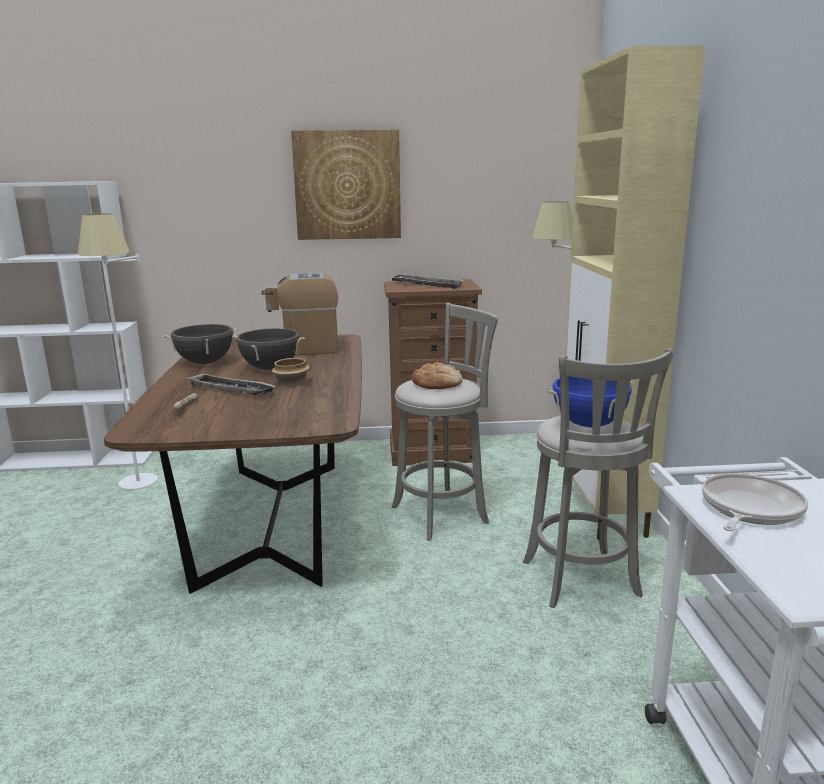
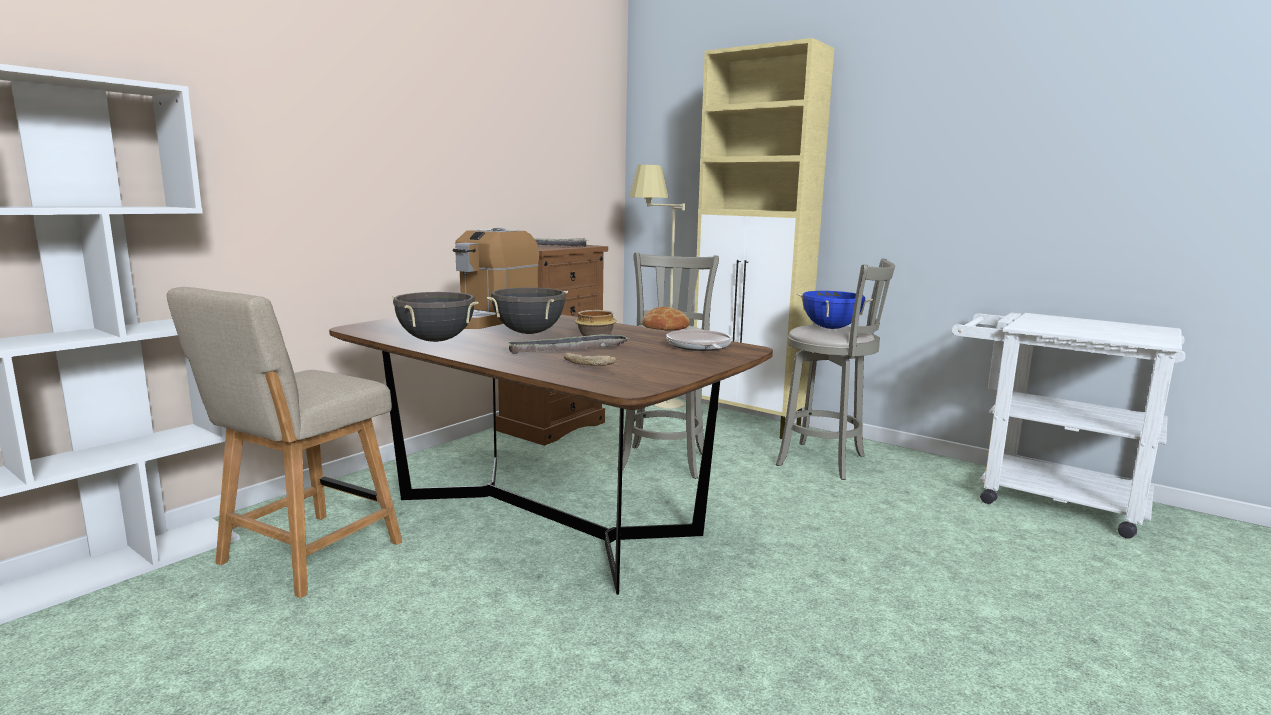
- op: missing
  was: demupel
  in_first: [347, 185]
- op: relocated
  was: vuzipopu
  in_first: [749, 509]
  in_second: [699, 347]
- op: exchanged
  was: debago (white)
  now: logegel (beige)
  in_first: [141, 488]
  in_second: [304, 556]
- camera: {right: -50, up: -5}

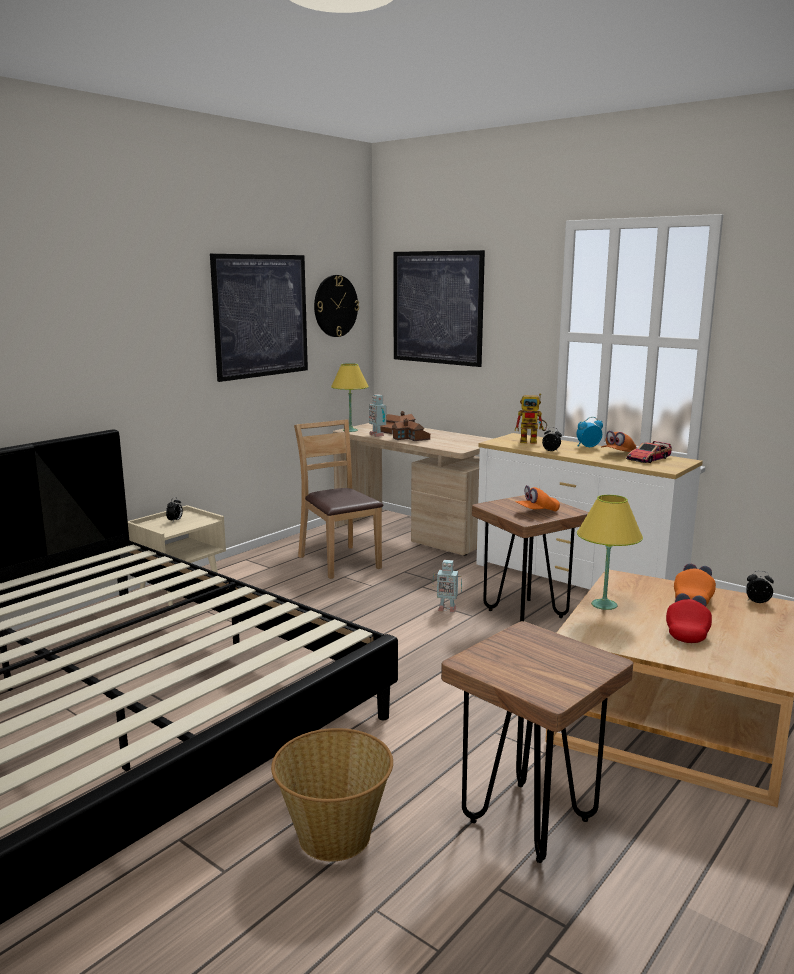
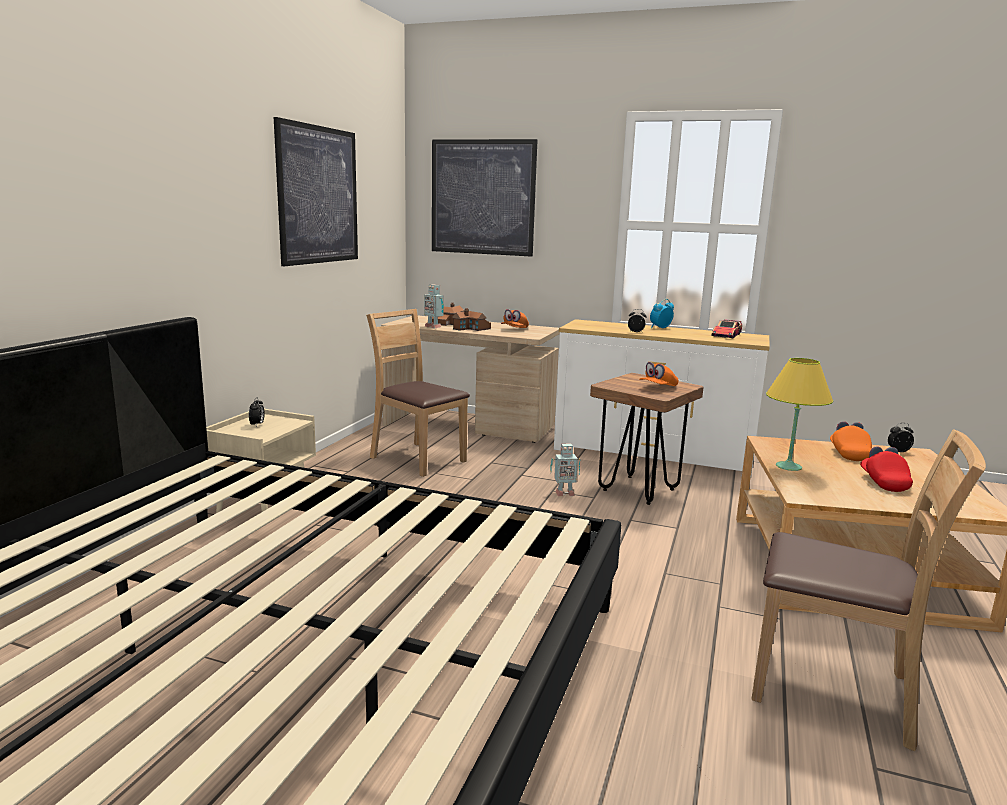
- op: missing
  was: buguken
  in_first: [334, 834]
- op: missing
  was: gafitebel
  in_first: [335, 306]
- op: missing
  was: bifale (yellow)
  in_first: [350, 430]
- op: missing
  was: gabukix
  in_first: [532, 441]
- op: relocated
  was: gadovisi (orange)
  in_first: [618, 454]
  in_second: [514, 329]
- op: exchanged
  was: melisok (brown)
  now: logegel (brown)
  in_first: [529, 821]
  in_second: [833, 690]
- camera: {right: -20, up: 0}

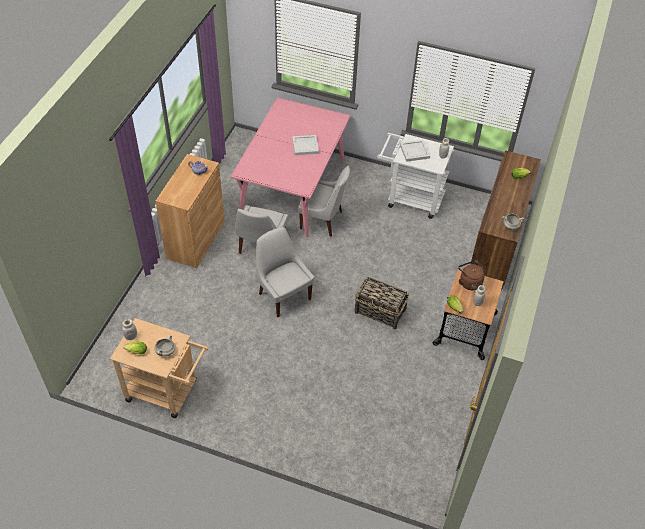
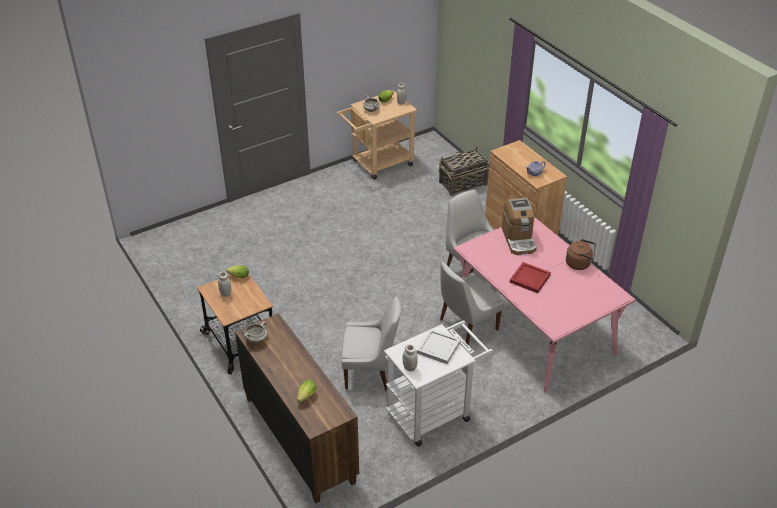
- op: appeared
  now: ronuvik
  in_second: [518, 239]
- op: relocated
  was: logegel (white)
  in_first: [283, 295]
  in_second: [371, 372]
- op: relocated
  was: buguken
  in_first: [380, 311]
  in_second: [462, 183]
- op: relocated
  was: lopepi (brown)
  in_first: [469, 282]
  in_second: [579, 263]
- op: colour
  was: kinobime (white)
  now: kinobime (red)
  in_first: [305, 146]
  in_second: [530, 278]
- camera: {right: 130, up: -10}

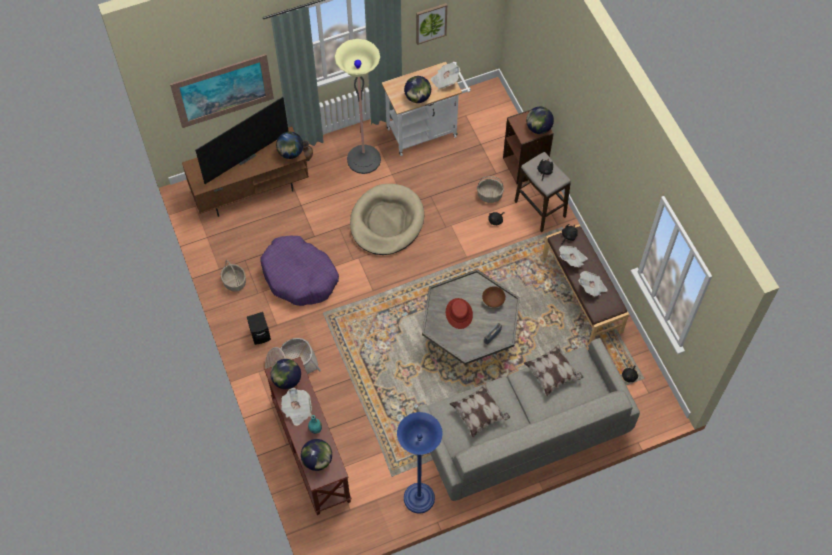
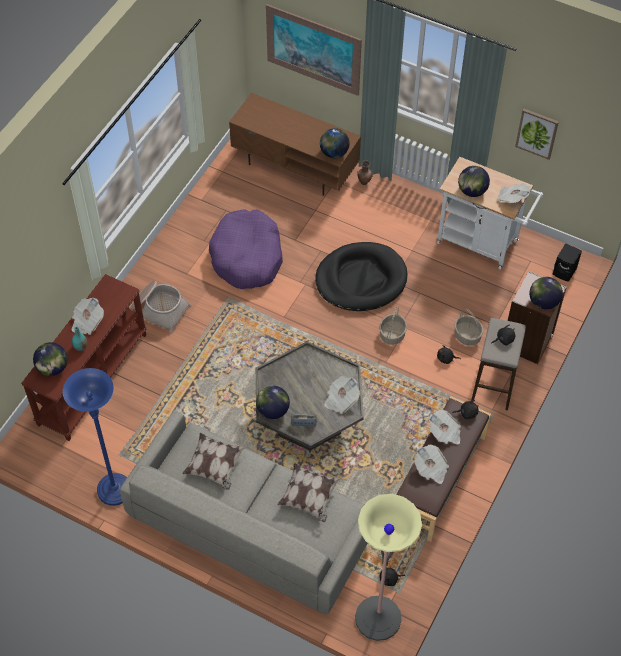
- op: missing
  was: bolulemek
  in_first: [244, 156]
- op: missing
  was: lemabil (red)
  in_first: [459, 313]
- op: relocated
  was: buguken
  in_first: [234, 282]
  in_second: [392, 334]
- op: relocated
  was: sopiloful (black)
  in_first: [261, 334]
  in_second: [565, 272]
- op: relocated
  was: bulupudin
  in_first: [287, 380]
  in_second: [273, 410]
- op: relocated
  was: debago
  in_first: [364, 159]
  in_second: [378, 618]
- op: exchanged
  was: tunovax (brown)
  now: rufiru
  in_first: [493, 300]
  in_second: [341, 400]
- op: colour
  was: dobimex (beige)
  now: dobimex (black)
  in_first: [387, 222]
  in_second: [361, 279]
- camera: {right: 50, up: -5}

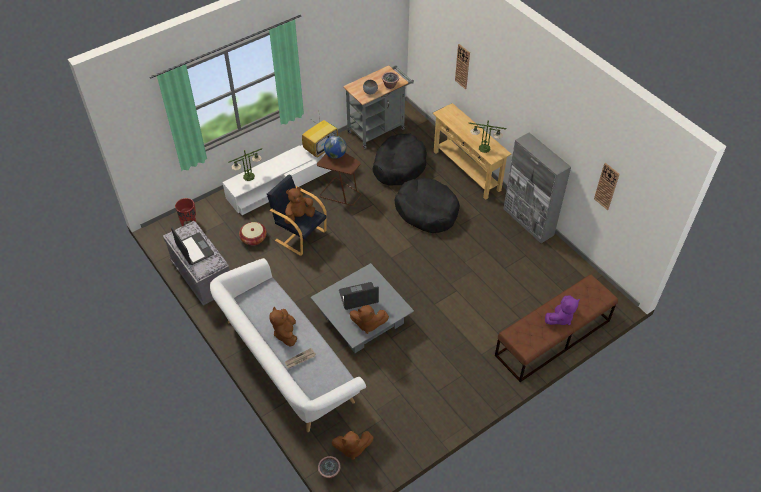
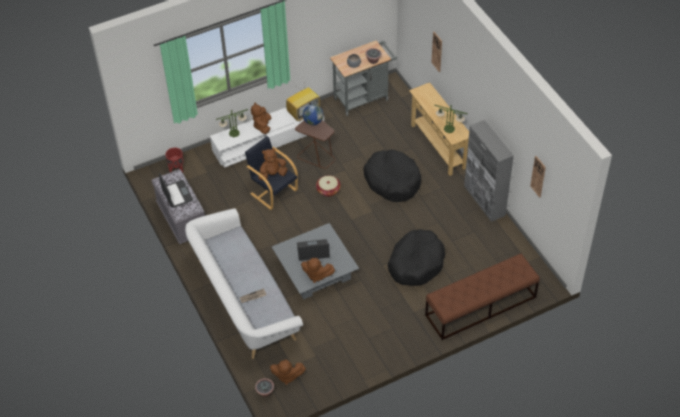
- op: missing
  was: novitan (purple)
  in_first: [560, 318]
- op: relocated
  was: buguken
  in_first: [253, 238]
  in_second: [328, 190]
- op: relocated
  was: novitan (brown)
  in_first: [285, 333]
  in_second: [262, 126]
- op: relocated
  was: dobimex (black)
  in_first: [399, 166]
  in_second: [416, 263]
- camera: {right: 10, up: 0}

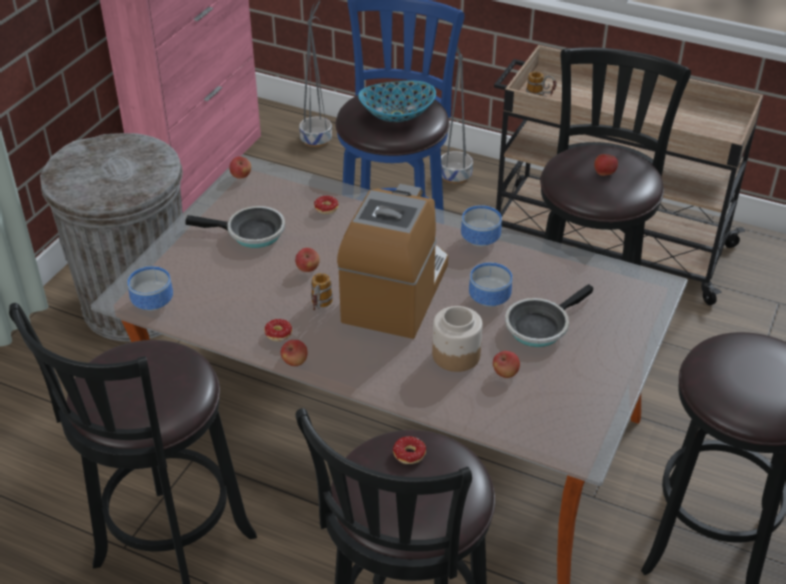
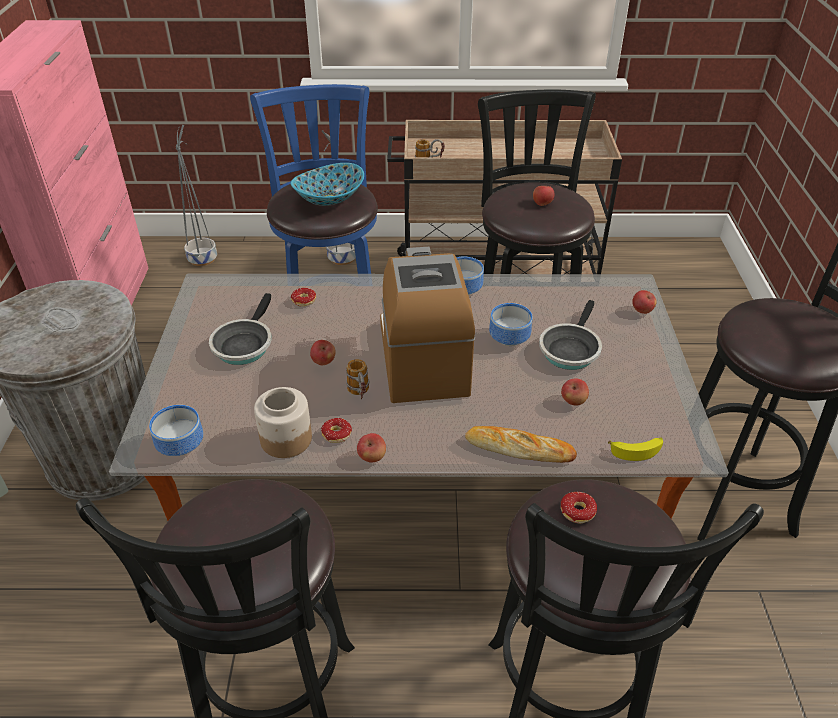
- op: appeared
  now: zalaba
  in_second: [519, 448]
- op: appeared
  now: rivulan
  in_second: [637, 450]
- op: relocated
  was: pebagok
  in_first: [241, 176]
  in_second: [642, 311]
- op: relocated
  was: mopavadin
  in_first: [455, 355]
  in_second: [285, 439]
- op: spun
  was: vuzipopu
  in_first: [251, 233]
  in_second: [244, 344]
  clockwise: 120
- camera: {right: -25, up: 0}

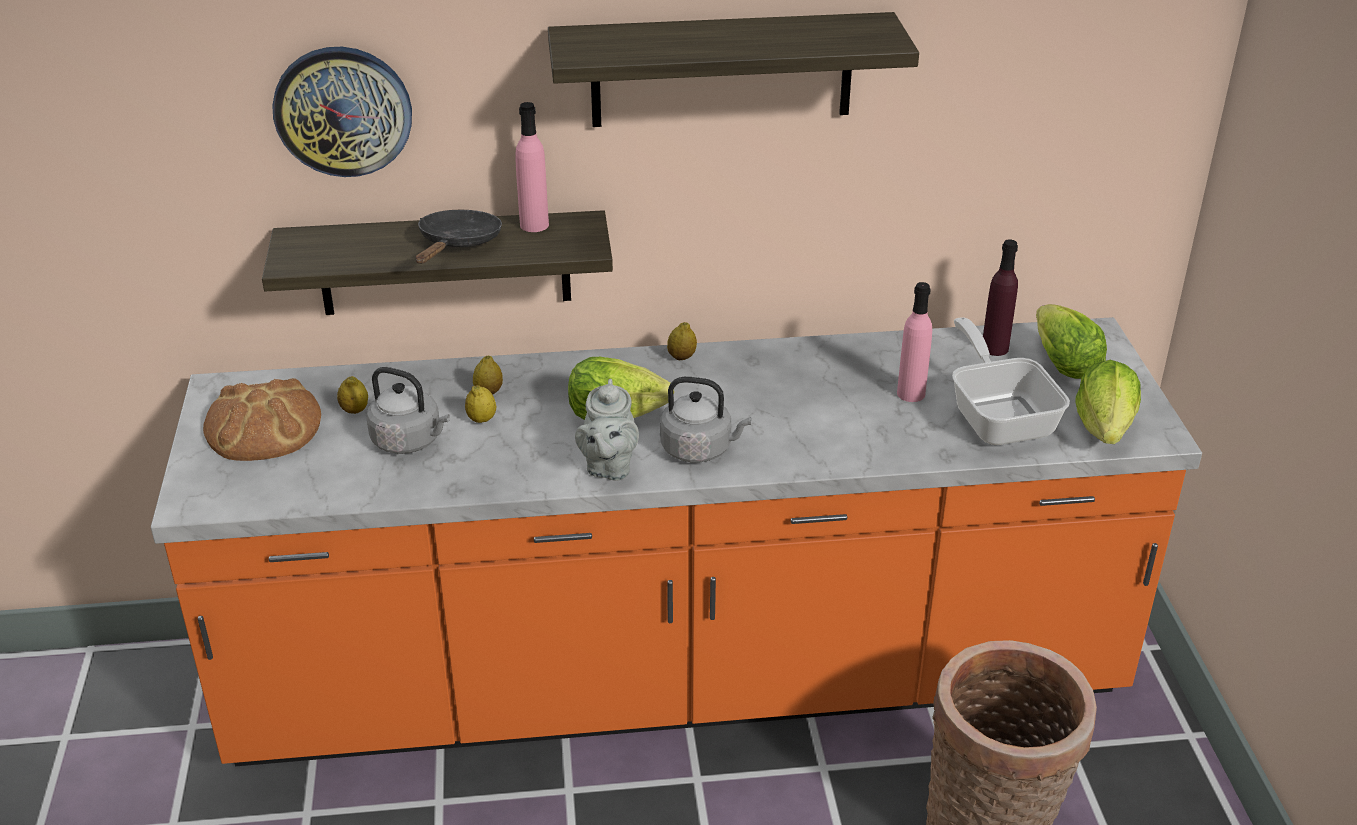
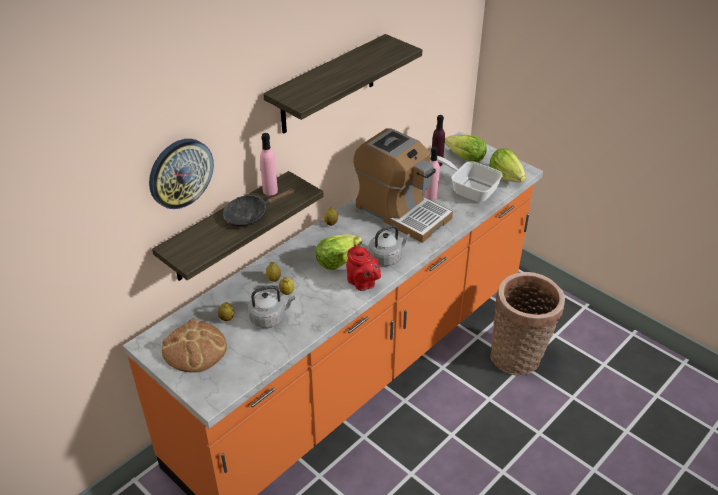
- op: appeared
  now: ronuvik
  in_second: [401, 212]
- op: colour
  was: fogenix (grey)
  now: fogenix (red)
  in_first: [608, 467]
  in_second: [363, 284]
- op: spun
  was: vuzipopu (black)
  in_first: [457, 244]
  in_second: [250, 215]
  clockwise: -90
- camera: {right: -40, up: 5}

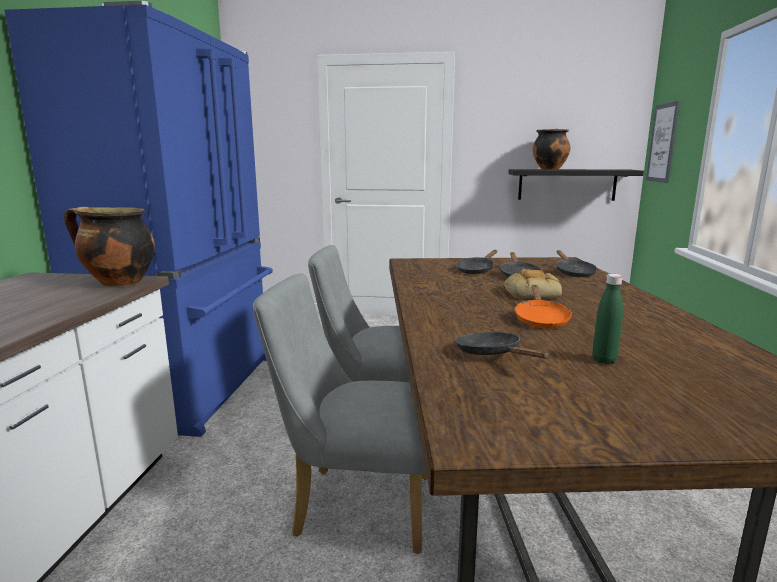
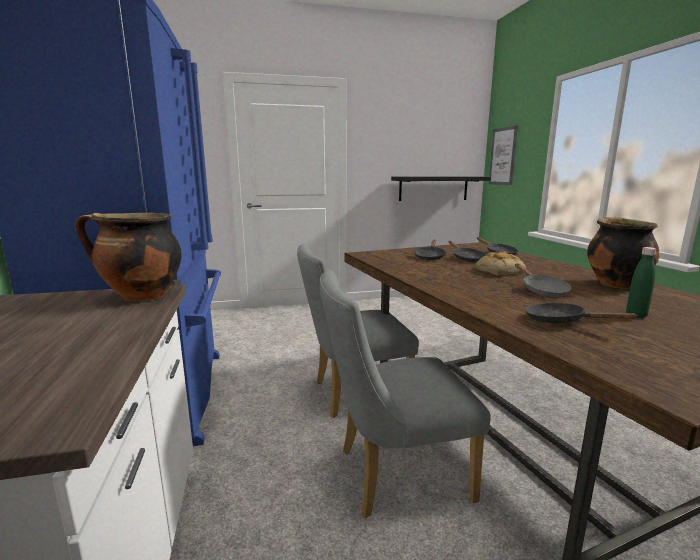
- op: relocated
  was: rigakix
  in_first: [549, 169]
  in_second: [614, 284]
- op: colour
  was: vuzipopu (orange)
  now: vuzipopu (grey)
  in_first: [540, 319]
  in_second: [542, 290]
- camera: {right: -20, up: 0}

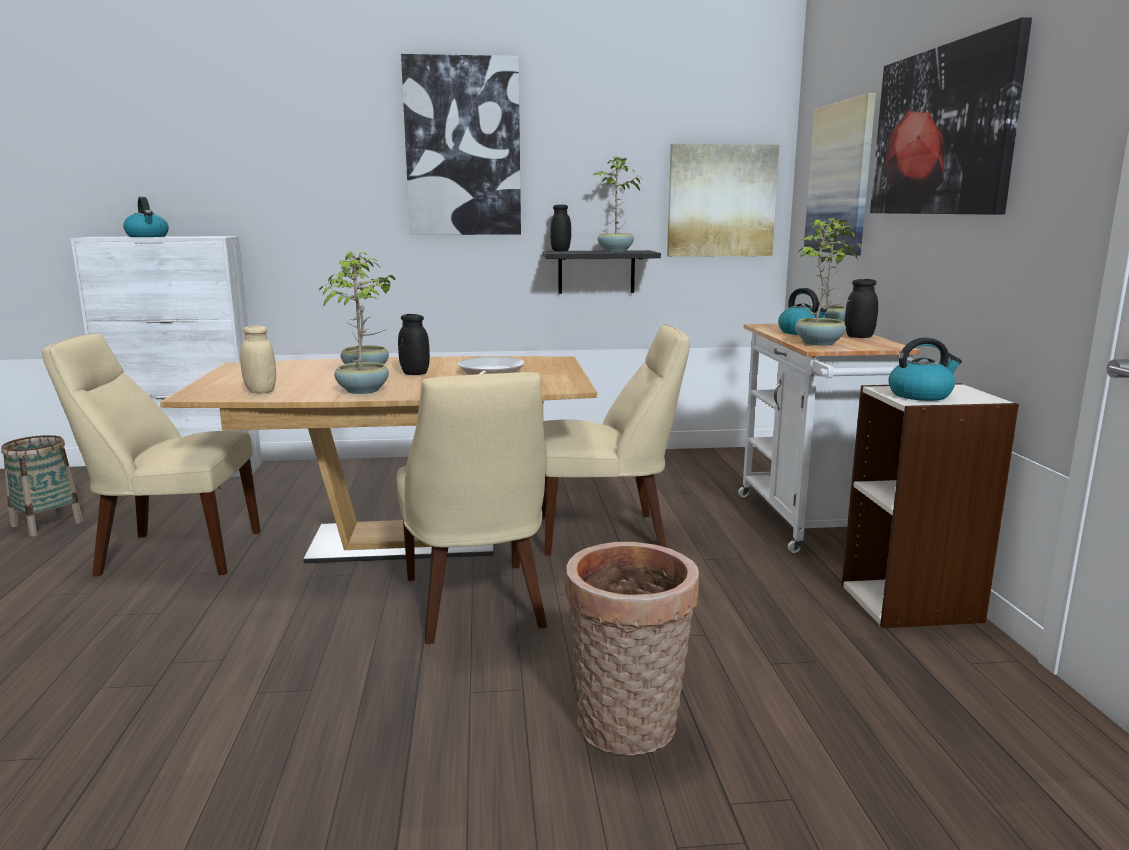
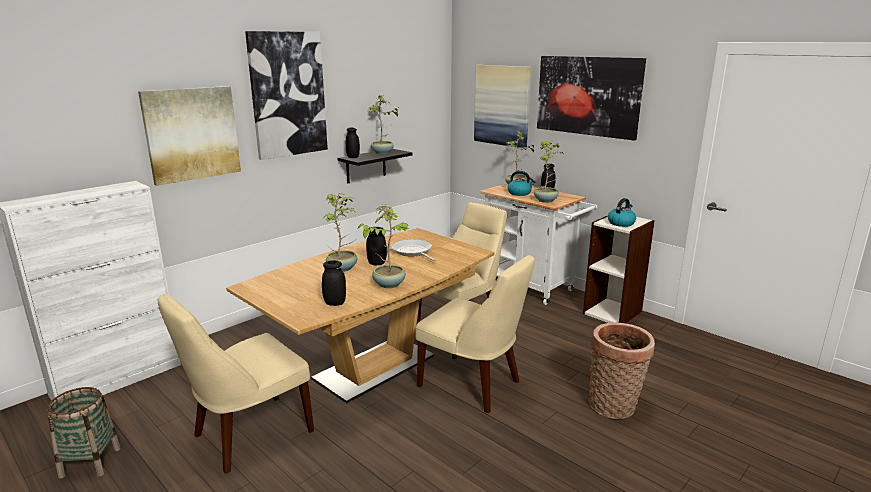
- op: missing
  was: lopepi
  in_first: [148, 236]
- op: relocated
  was: demupel
  in_first: [721, 201]
  in_second: [192, 134]
- op: colour
  was: mopavadin (beige)
  now: mopavadin (black)
  in_first: [260, 391]
  in_second: [335, 303]
- camera: {right: -40, up: 5}

